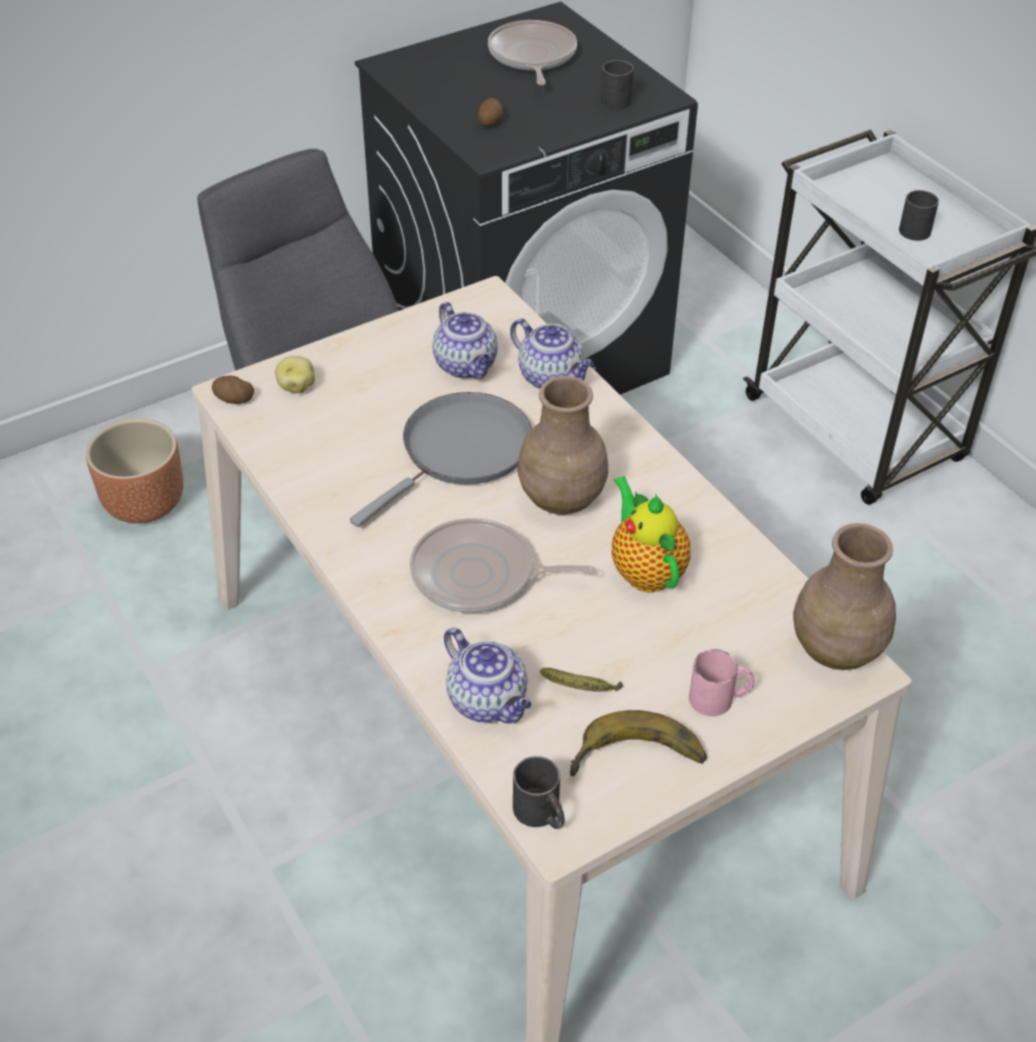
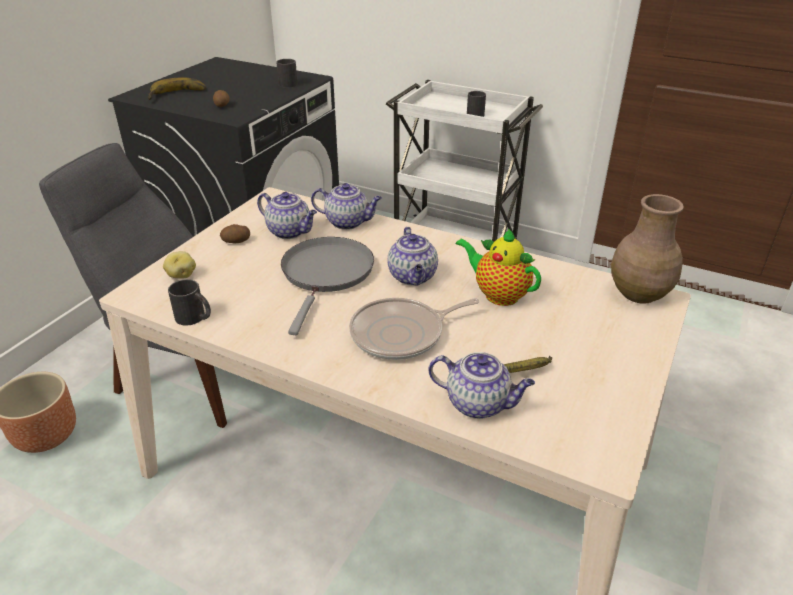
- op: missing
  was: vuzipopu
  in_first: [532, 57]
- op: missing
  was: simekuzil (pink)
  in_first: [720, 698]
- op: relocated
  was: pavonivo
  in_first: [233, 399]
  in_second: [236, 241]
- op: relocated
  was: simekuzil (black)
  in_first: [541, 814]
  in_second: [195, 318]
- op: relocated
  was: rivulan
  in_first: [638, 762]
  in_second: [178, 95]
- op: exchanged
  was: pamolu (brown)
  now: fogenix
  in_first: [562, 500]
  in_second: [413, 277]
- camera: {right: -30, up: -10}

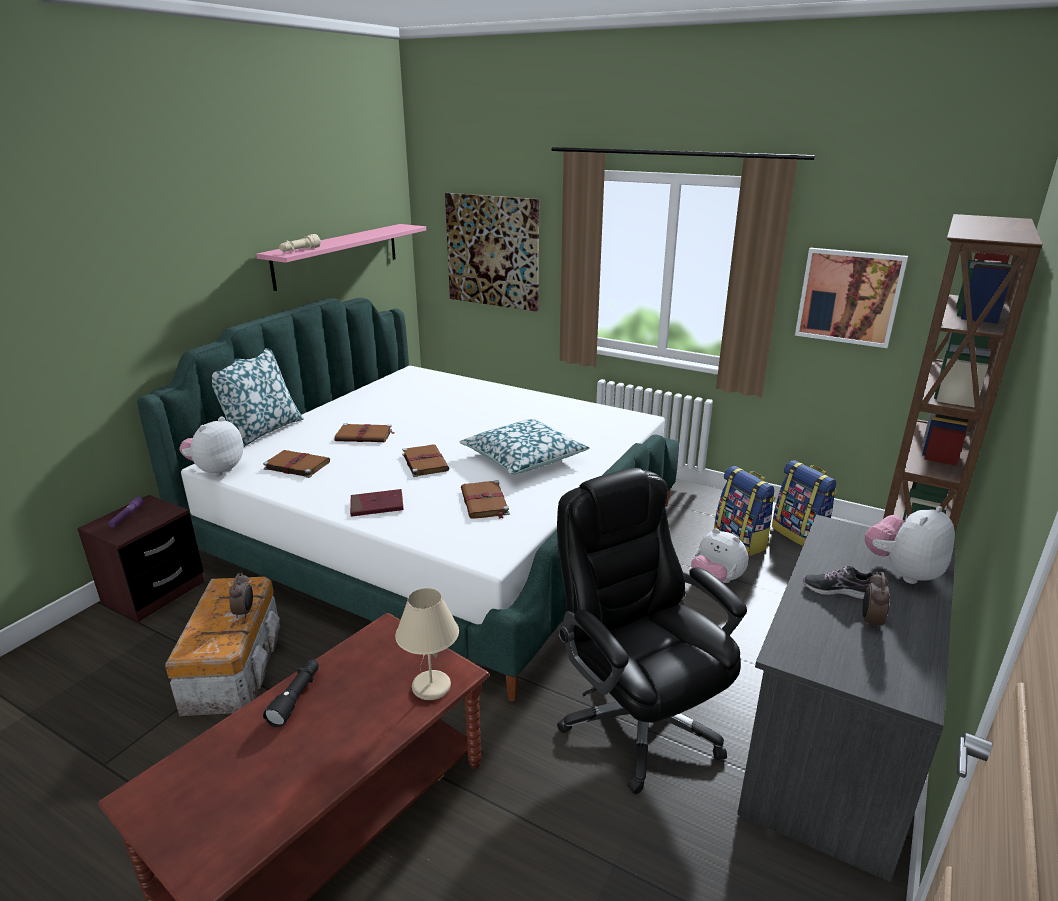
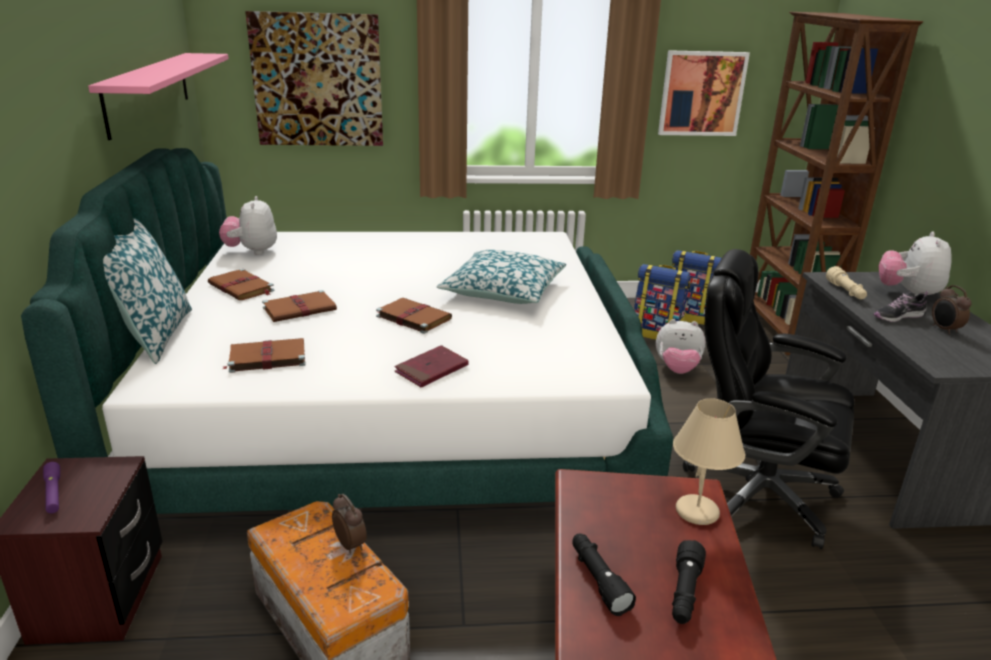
- op: appeared
  now: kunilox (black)
  in_second: [684, 593]
- op: relocated
  was: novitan
  in_first: [216, 470]
  in_second: [252, 251]
- op: relocated
  was: kunilox (beige)
  in_first: [300, 251]
  in_second: [845, 292]
- op: relocated
  was: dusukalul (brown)
  in_first: [484, 502]
  in_second: [242, 288]
- camera: {right: -35, up: 0}

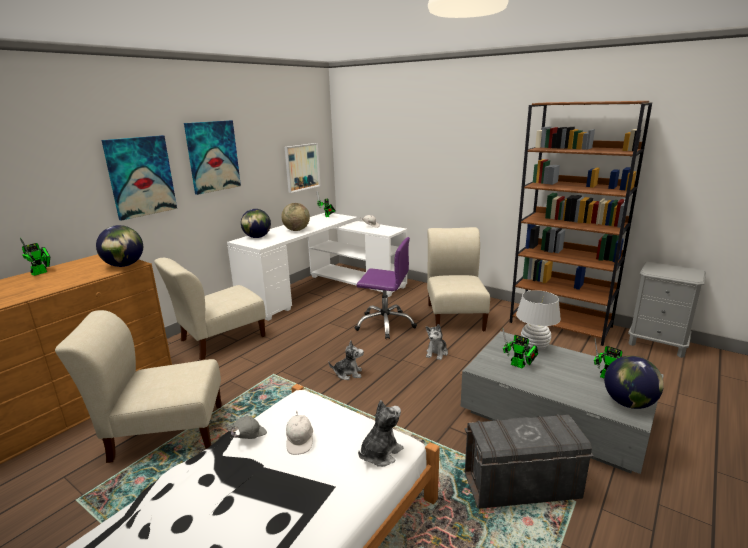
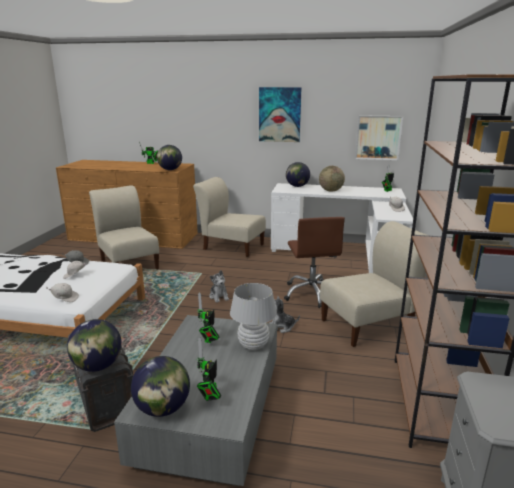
- op: missing
  was: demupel
  in_first: [140, 176]
- op: appeared
  now: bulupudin
  in_second: [97, 366]
- op: exchanged
  was: novitan
  now: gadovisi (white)
  in_first: [380, 453]
  in_second: [65, 298]
- op: colour
  was: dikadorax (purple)
  now: dikadorax (brown)
  in_first: [385, 324]
  in_second: [312, 293]
- camera: {right: 65, up: 0}

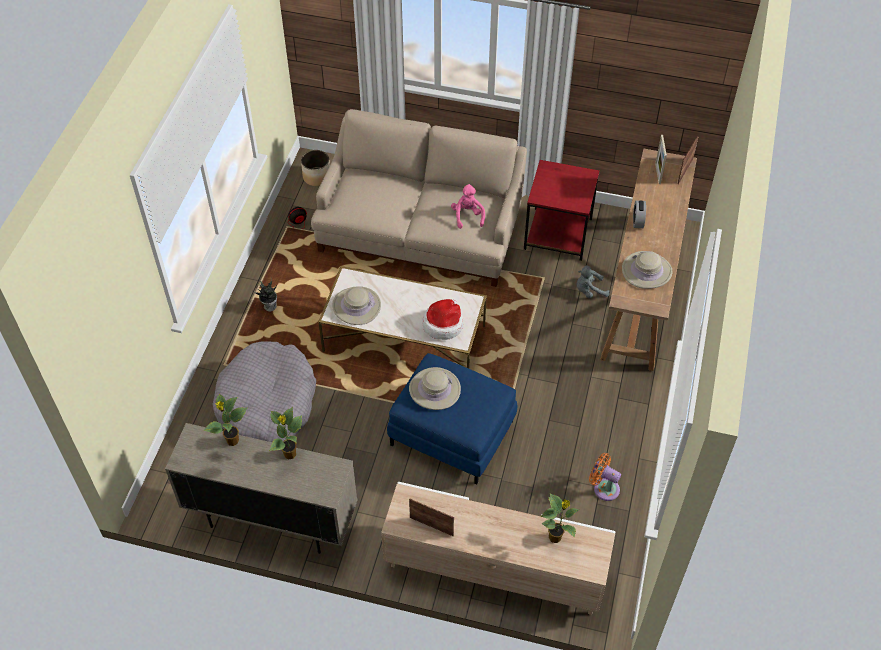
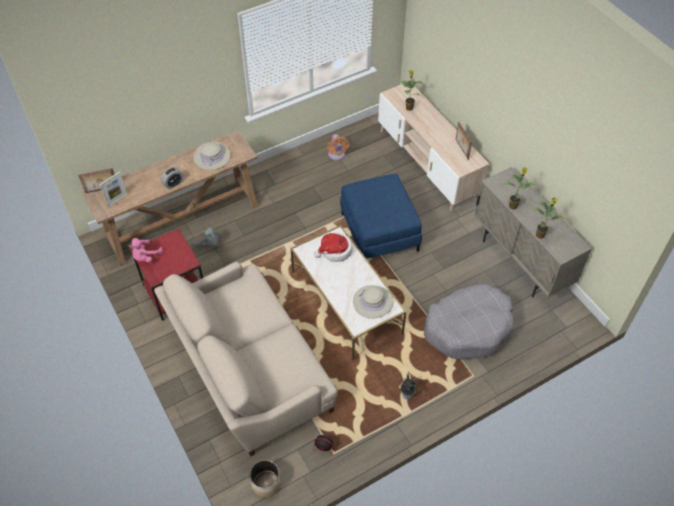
- op: missing
  was: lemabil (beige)
  in_first: [434, 389]
- op: relocated
  was: novitan (pink)
  in_first: [467, 216]
  in_second: [146, 256]
- camera: {right: -135, up: 0}

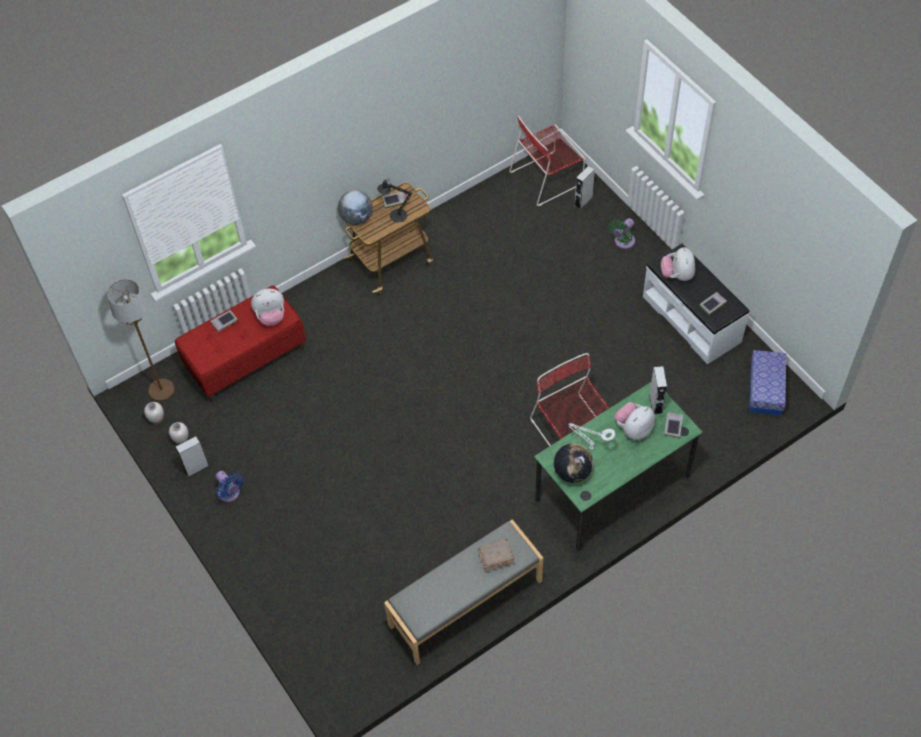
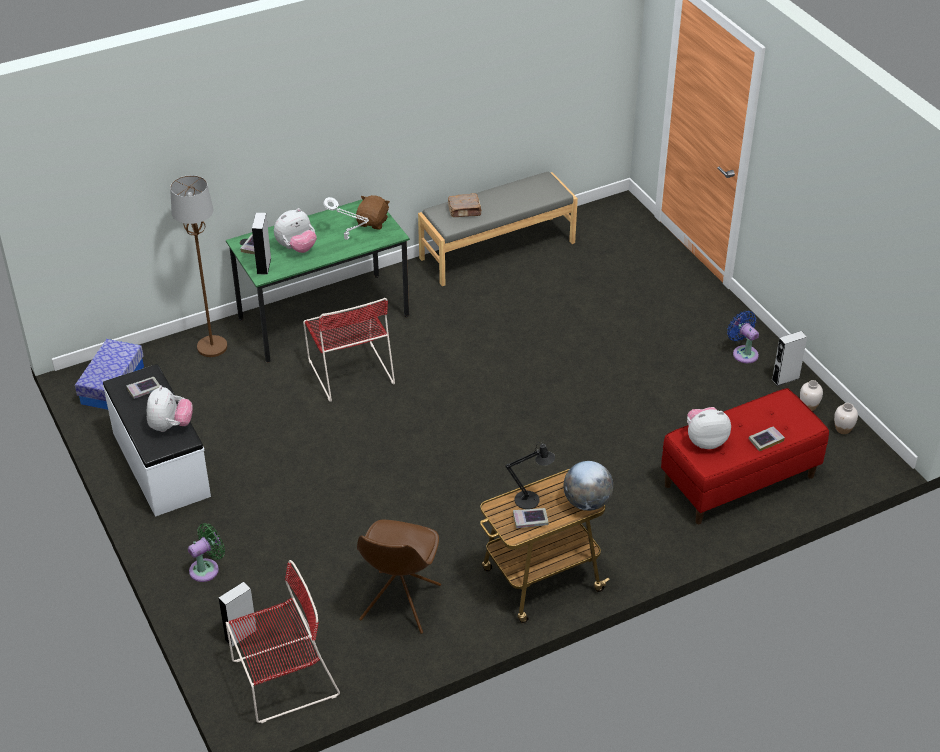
- op: appeared
  now: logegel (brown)
  in_second: [399, 603]
- op: relocated
  was: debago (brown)
  in_first: [161, 390]
  in_second: [212, 347]
- op: exchanged
  was: bulupudin
  now: novitan (brown)
  in_first: [572, 472]
  in_second: [373, 222]
- camera: {right: -175, up: -15}

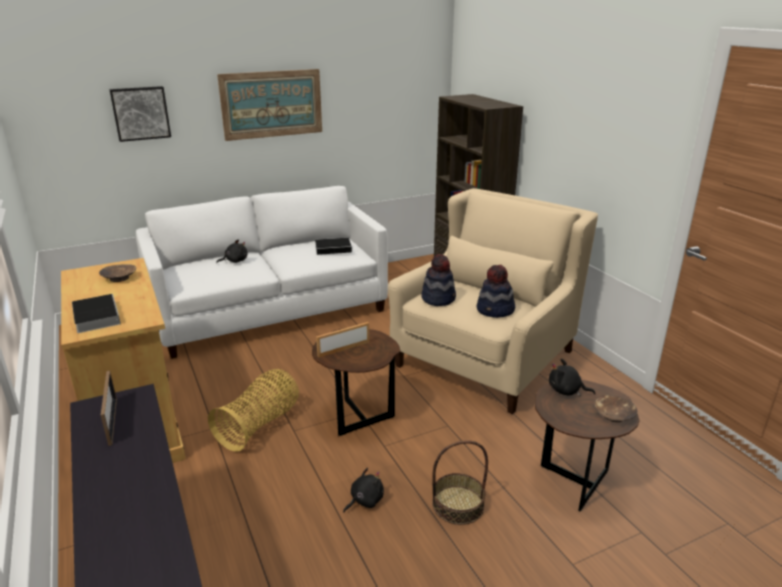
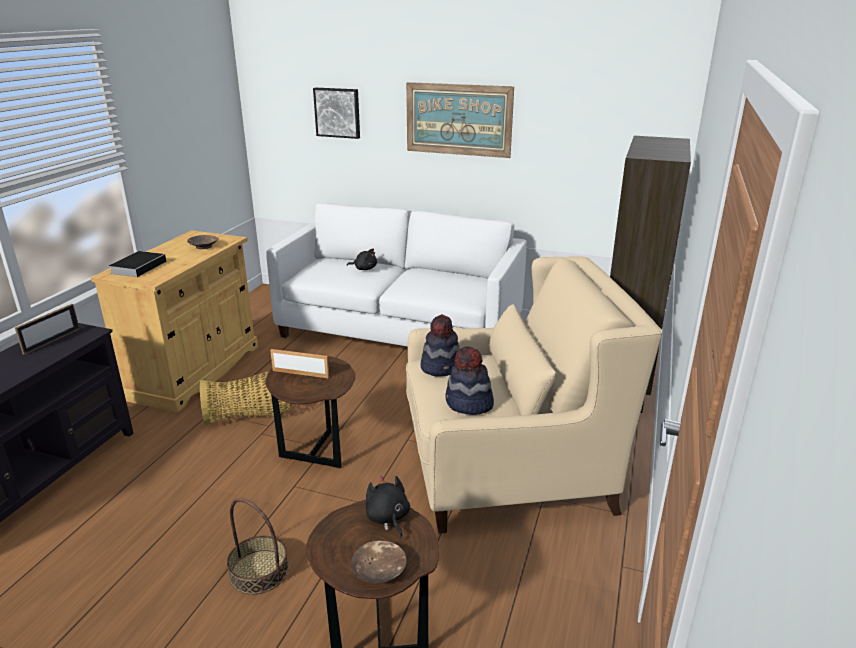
- op: missing
  was: dusukalul
  in_first: [334, 248]
- op: missing
  was: novitan (black)
  in_first: [365, 500]
- camera: {right: 45, up: 0}

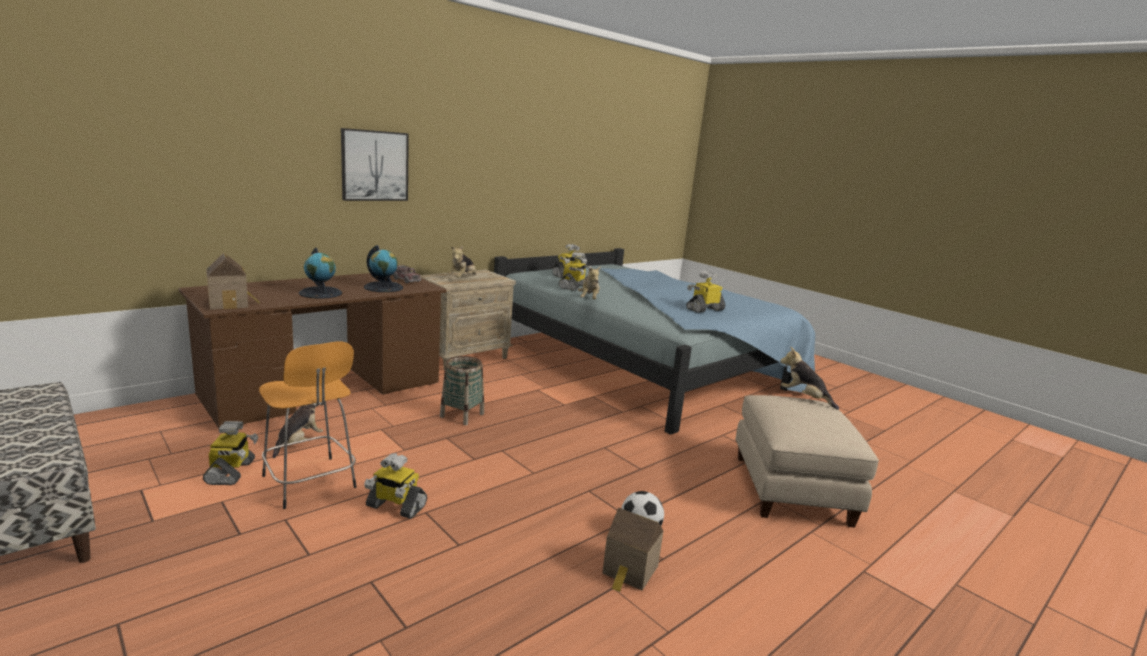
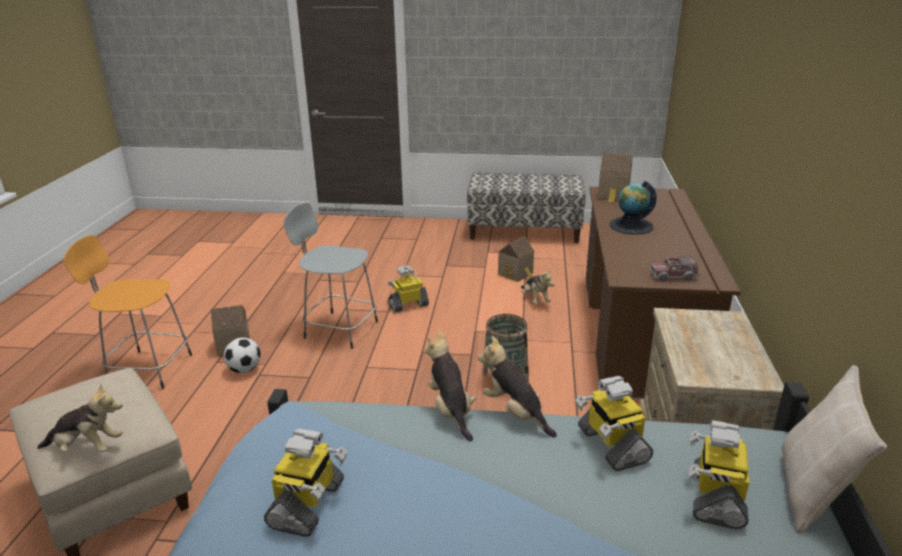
- op: missing
  was: demupel
  in_first: [374, 165]
- op: missing
  was: bulupudin
  in_first: [383, 287]
- op: appeared
  now: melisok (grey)
  in_second: [339, 329]
- op: appeared
  now: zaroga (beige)
  in_second: [812, 492]
- op: relocated
  was: melisok (orange)
  in_first: [310, 483]
  in_second: [147, 369]
- op: relocated
  was: novitan
  in_first: [462, 278]
  in_second: [450, 410]
- op: exchanged
  was: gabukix
  now: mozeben
  in_first: [231, 472]
  in_second: [517, 274]
- camera: {right: 140, up: 10}

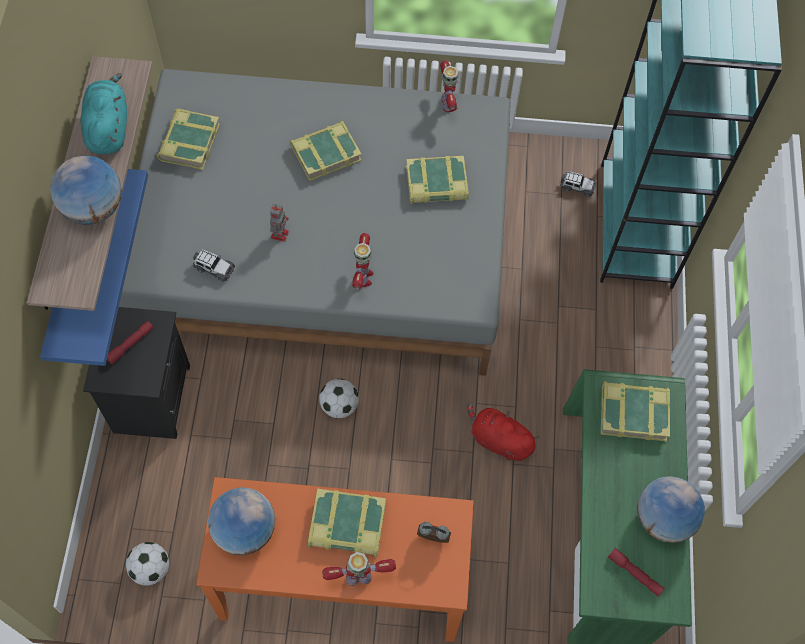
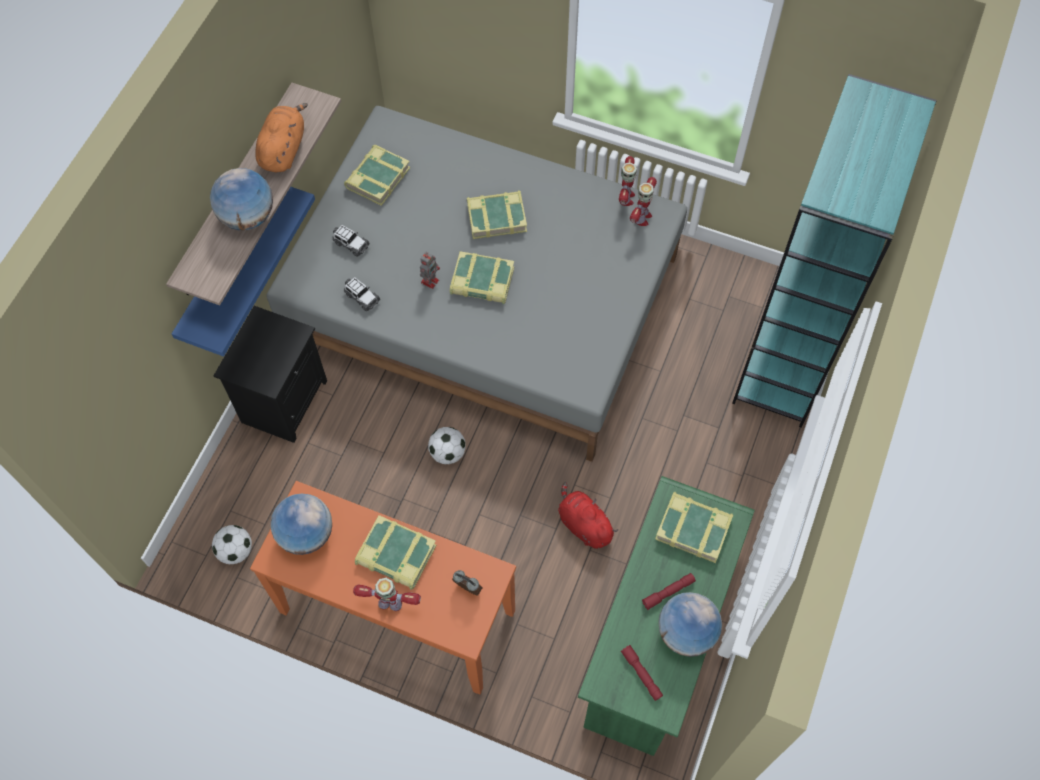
- op: relocated
  was: kunilox (red)
  in_first: [130, 344]
  in_second: [668, 592]
- op: relocated
  was: gabukix
  in_first: [363, 278]
  in_second: [642, 218]
- op: relocated
  was: dusukalul
  in_first: [436, 184]
  in_second: [482, 282]
- op: relocated
  was: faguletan
  in_first: [577, 187]
  in_second: [351, 244]
- op: colour
  was: novitan (turquoise)
  now: novitan (orange)
  in_first: [108, 128]
  in_second: [283, 149]
- camera: {right: 20, up: 0}

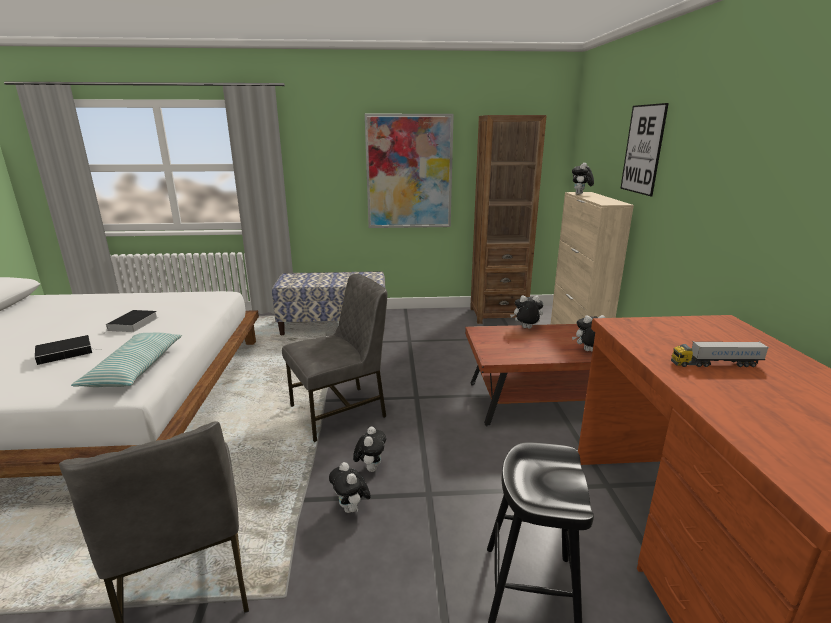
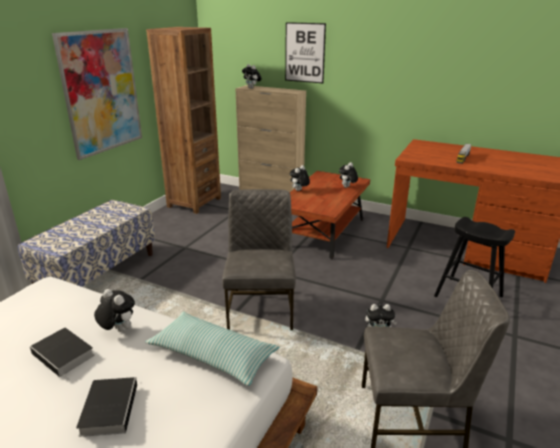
- op: relocated
  was: novitan
  in_first: [370, 468]
  in_second: [118, 330]
- camera: {right: -60, up: 5}

